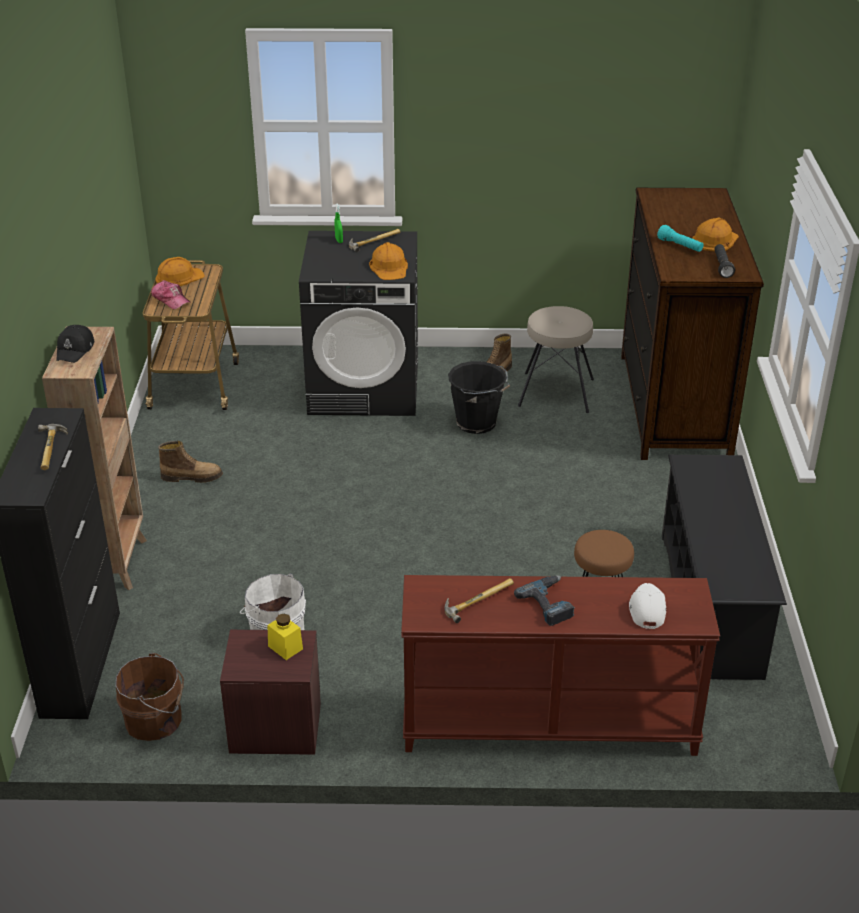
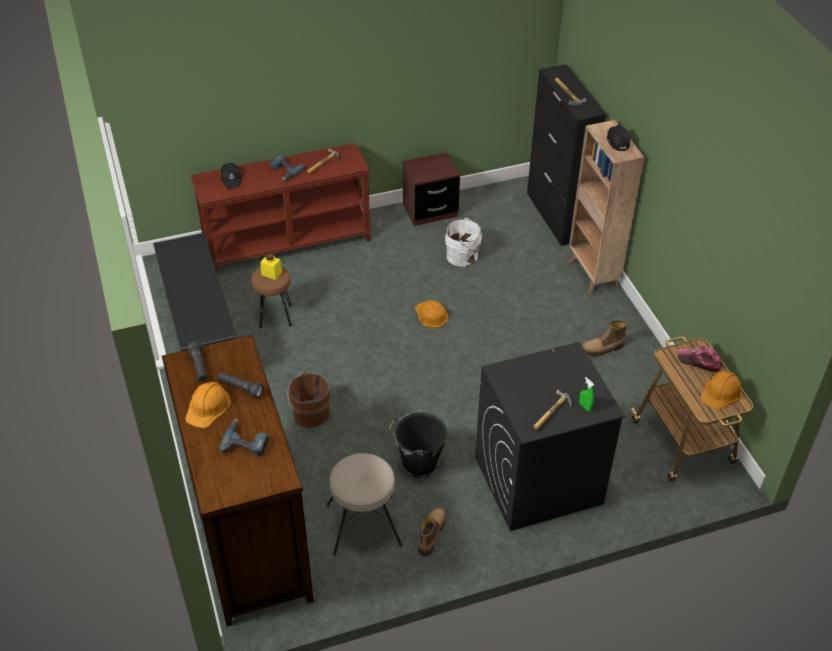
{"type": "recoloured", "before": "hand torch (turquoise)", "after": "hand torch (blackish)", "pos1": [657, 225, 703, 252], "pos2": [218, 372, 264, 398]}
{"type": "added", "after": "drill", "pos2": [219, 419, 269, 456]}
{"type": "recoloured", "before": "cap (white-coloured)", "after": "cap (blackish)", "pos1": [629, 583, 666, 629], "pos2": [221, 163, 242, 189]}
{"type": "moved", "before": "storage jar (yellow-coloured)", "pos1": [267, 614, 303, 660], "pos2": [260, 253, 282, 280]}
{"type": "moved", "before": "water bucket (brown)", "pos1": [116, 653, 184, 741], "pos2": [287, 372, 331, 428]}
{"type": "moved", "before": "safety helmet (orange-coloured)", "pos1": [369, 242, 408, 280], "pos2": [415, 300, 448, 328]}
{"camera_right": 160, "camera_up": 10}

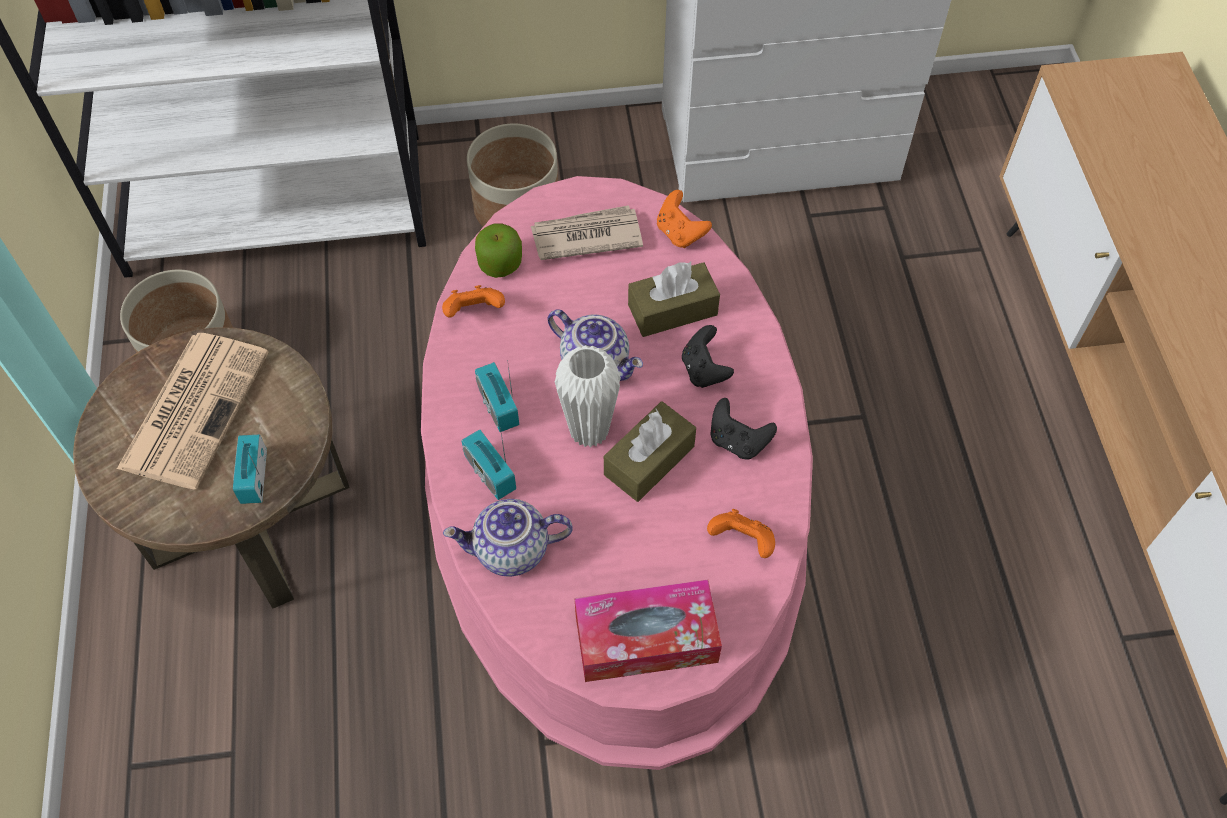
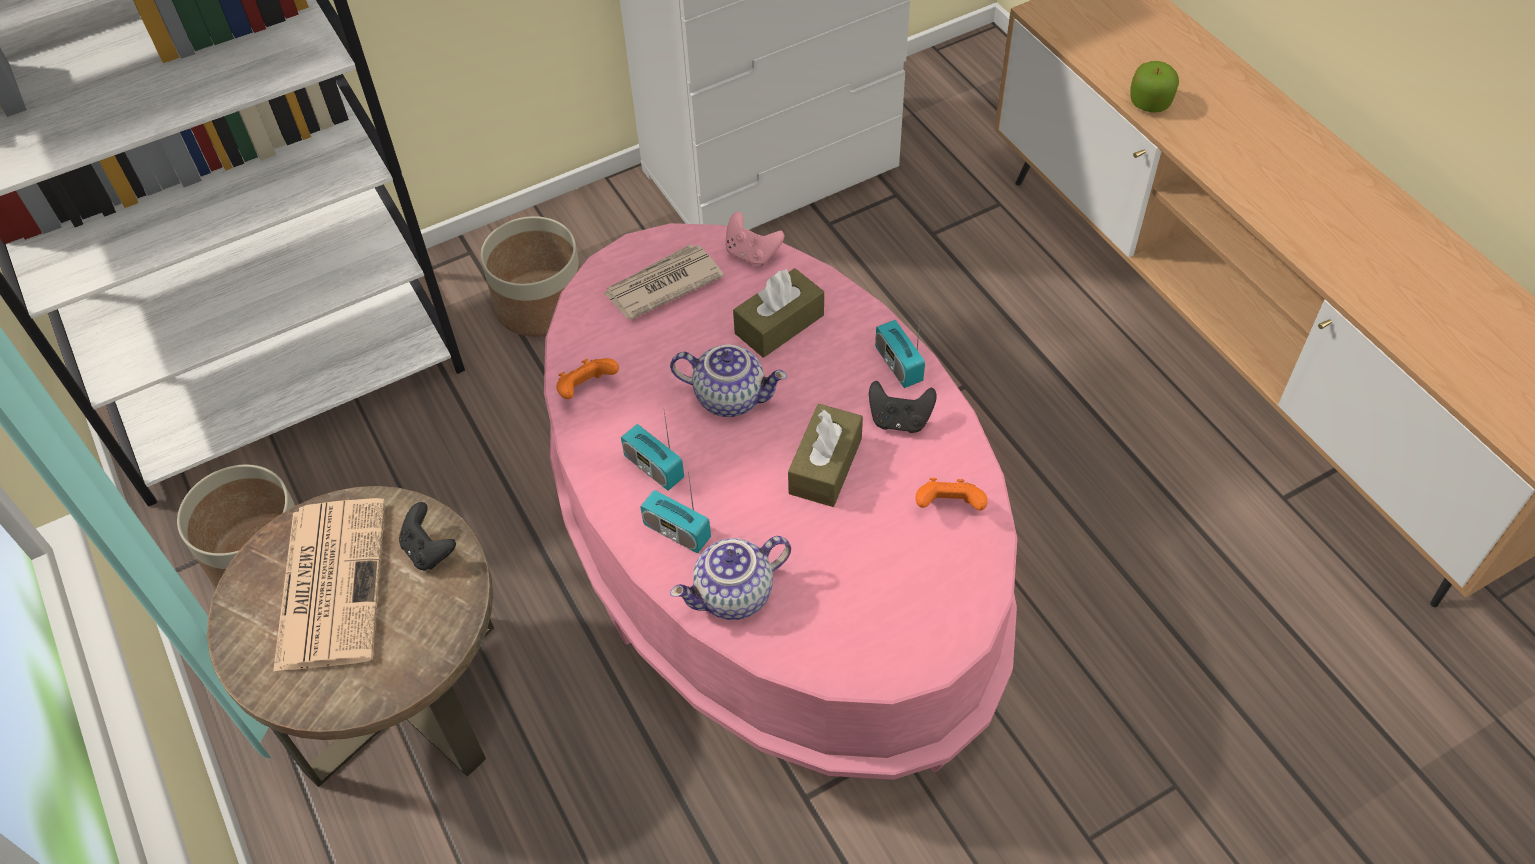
{"type": "moved", "before": "joypad (blackish)", "pos1": [682, 325, 734, 388], "pos2": [399, 502, 456, 570]}
{"type": "recoloured", "before": "joypad (orange-coloured)", "after": "joypad (pink)", "pos1": [657, 190, 712, 248], "pos2": [726, 212, 784, 266]}
{"type": "moved", "before": "radio set", "pos1": [233, 434, 267, 504], "pos2": [875, 311, 925, 388]}
{"type": "moved", "before": "apple fruit", "pos1": [475, 223, 522, 278], "pos2": [1131, 61, 1179, 113]}
{"type": "removed", "before": "vase (white-coloured)", "pos1": [555, 345, 621, 448]}
{"type": "removed", "before": "box of tissues", "pos1": [574, 580, 722, 682]}
{"camera_right": -20, "camera_up": -5}

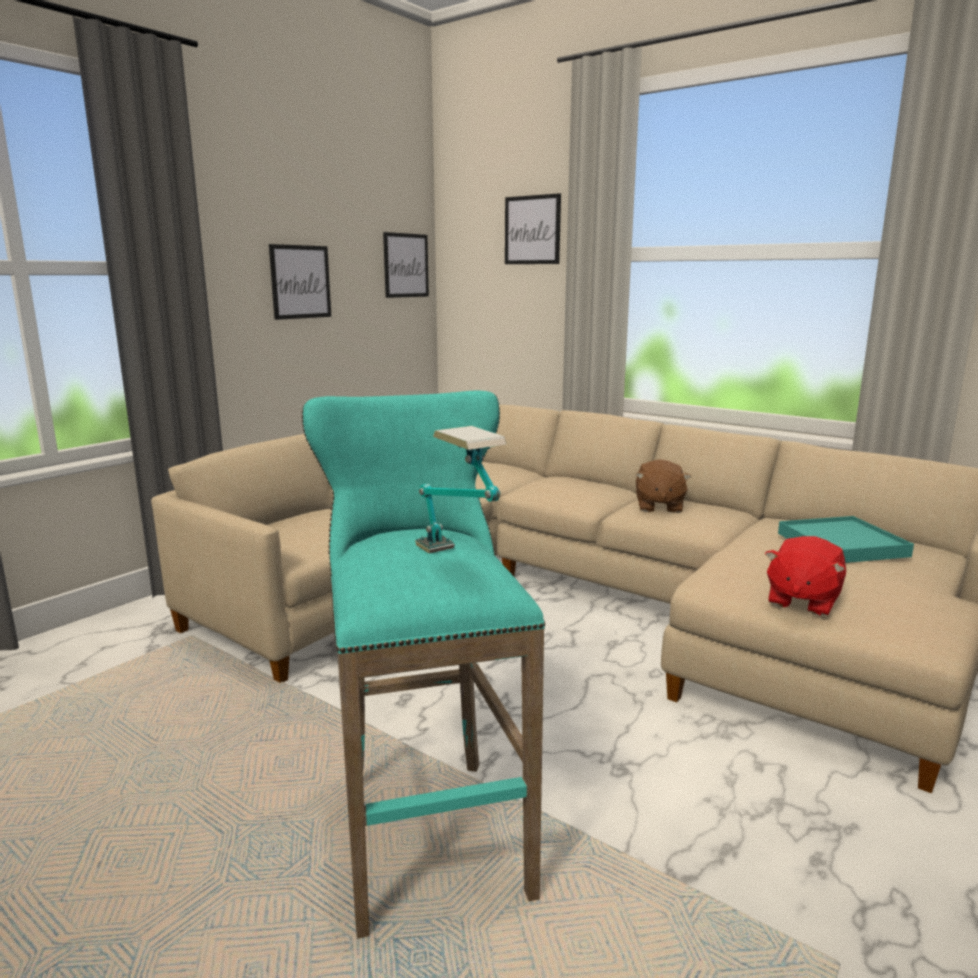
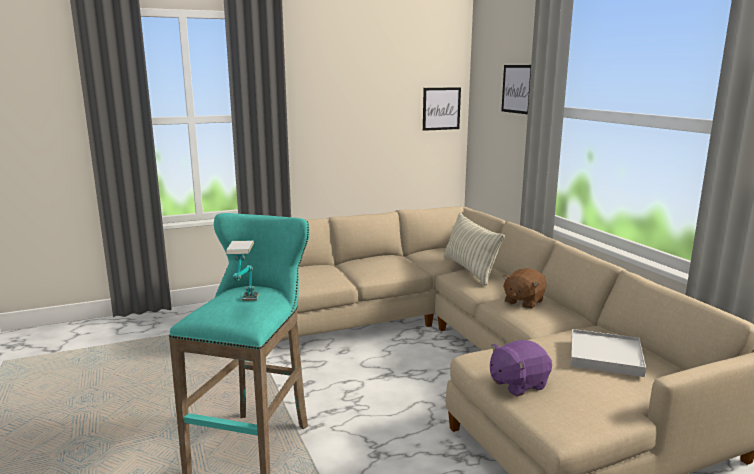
{"type": "added", "after": "throw pillow", "pos2": [443, 213, 505, 286]}
{"type": "recoloured", "before": "soft toy (red)", "after": "soft toy (purple)", "pos1": [765, 536, 846, 616], "pos2": [490, 340, 552, 397]}
{"type": "recoloured", "before": "tray (turquoise)", "after": "tray (white-coloured)", "pos1": [778, 516, 914, 563], "pos2": [571, 329, 646, 377]}
{"type": "removed", "before": "picture", "pos1": [269, 244, 331, 320]}
{"camera_right": 30, "camera_up": 0}

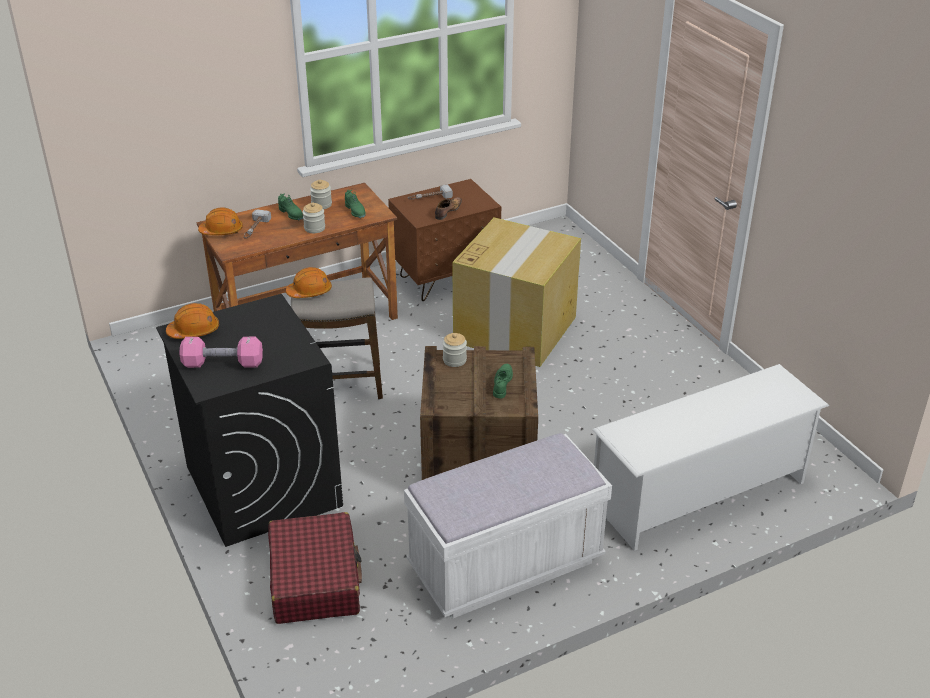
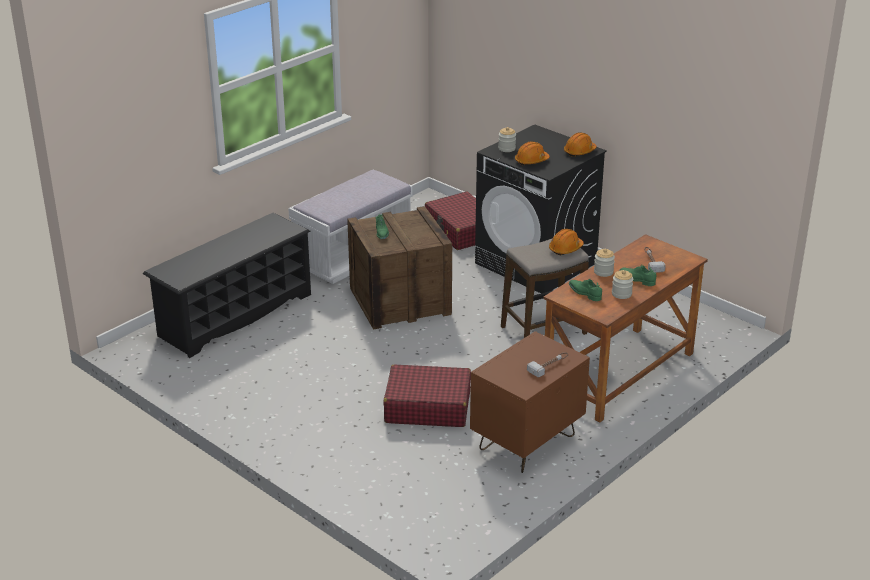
{"type": "recoloured", "before": "shoe stand (white-coloured)", "after": "shoe stand (blackish)", "pos1": [592, 364, 829, 551], "pos2": [143, 213, 311, 358]}
{"type": "replaced", "before": "cardboard box", "after": "travel case (red)", "pos1": [452, 218, 581, 367], "pos2": [384, 365, 471, 427]}
{"type": "moved", "before": "storage jar", "pos1": [443, 333, 467, 367], "pos2": [498, 127, 516, 152]}
{"type": "moved", "before": "safety helmet (orange-coloured)", "pos1": [198, 207, 243, 235], "pos2": [515, 141, 550, 166]}
{"type": "removed", "before": "dumbbell (pink)", "pos1": [179, 337, 263, 368]}
{"type": "removed", "before": "shoe", "pos1": [435, 197, 462, 220]}
{"camera_right": 160, "camera_up": -5}

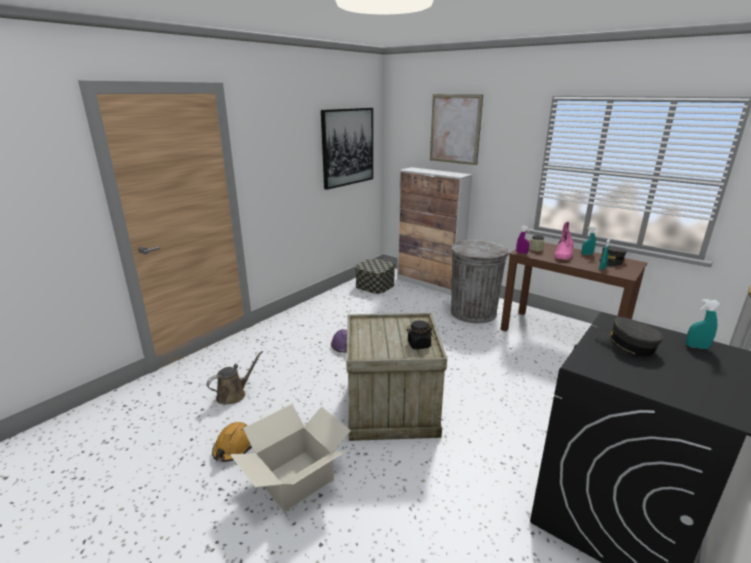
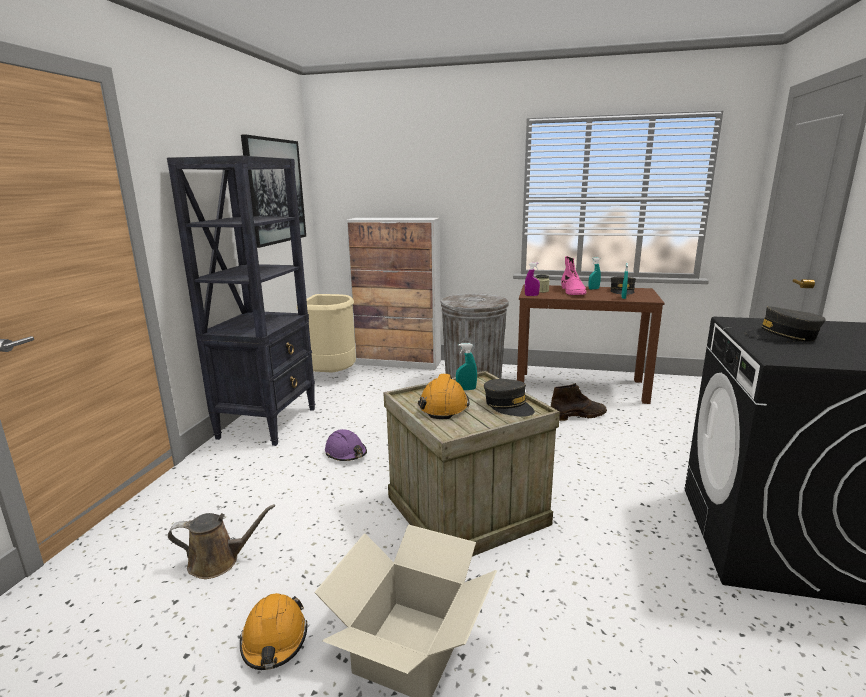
{"type": "added", "after": "bookshelf (blackish)", "pos2": [167, 156, 315, 446]}
{"type": "turned", "before": "sprinkling can (brown)", "pos1": [206, 351, 263, 405], "pos2": [168, 504, 275, 579], "turn": 60}
{"type": "replaced", "before": "storage container", "after": "trash can (beige)", "pos1": [355, 259, 395, 294], "pos2": [297, 294, 356, 372]}
{"type": "added", "after": "safety helmet (orange-coloured)", "pos2": [418, 374, 469, 419]}
{"type": "moved", "before": "spray bottle (turquoise)", "pos1": [686, 299, 720, 349], "pos2": [456, 343, 477, 391]}
{"type": "replaced", "before": "storage jar (blackish)", "after": "cap (greyish)", "pos1": [406, 320, 433, 349], "pos2": [484, 379, 535, 417]}
{"type": "added", "after": "boot (brown)", "pos2": [551, 383, 607, 421]}
{"type": "removed", "before": "picture", "pos1": [430, 94, 483, 165]}
{"camera_right": -25, "camera_up": -5}

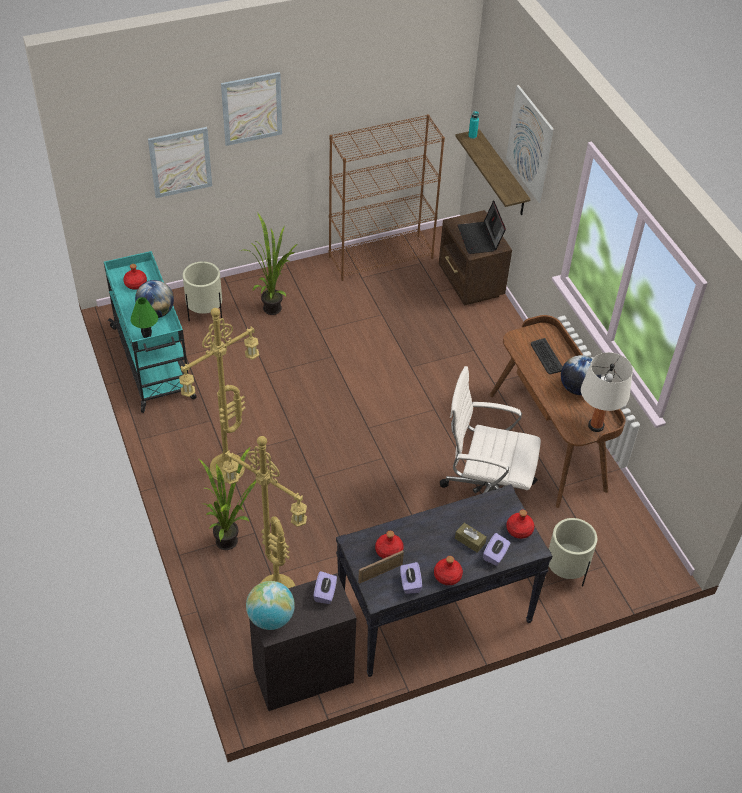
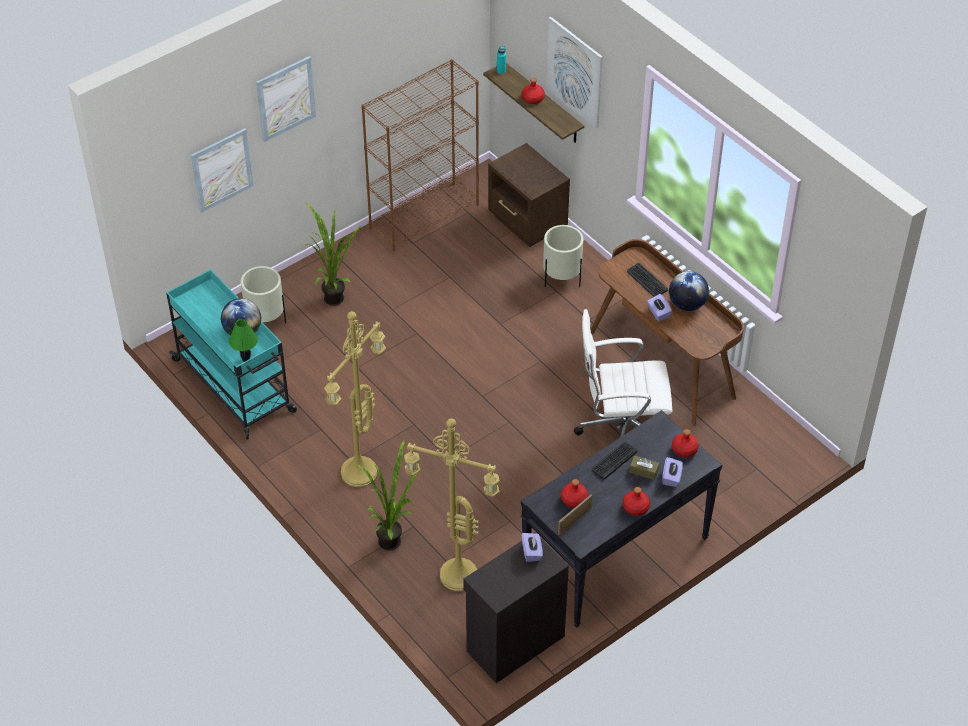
{"type": "moved", "before": "bottle (red)", "pos1": [123, 264, 147, 290], "pos2": [522, 78, 545, 104]}
{"type": "moved", "before": "flower pot (beige)", "pos1": [548, 518, 597, 587], "pos2": [543, 225, 583, 288]}
{"type": "added", "after": "PC keyboard", "pos2": [592, 442, 638, 479]}
{"type": "moved", "before": "box of tissues (purple)", "pos1": [400, 562, 422, 594], "pos2": [647, 294, 672, 321]}
{"type": "removed", "before": "globe", "pos1": [246, 581, 295, 630]}
{"type": "removed", "before": "laptop", "pos1": [457, 200, 506, 254]}
{"type": "removed", "before": "tabletop lamp (white-coloured)", "pos1": [581, 352, 633, 432]}
{"camera_right": -15, "camera_up": 0}

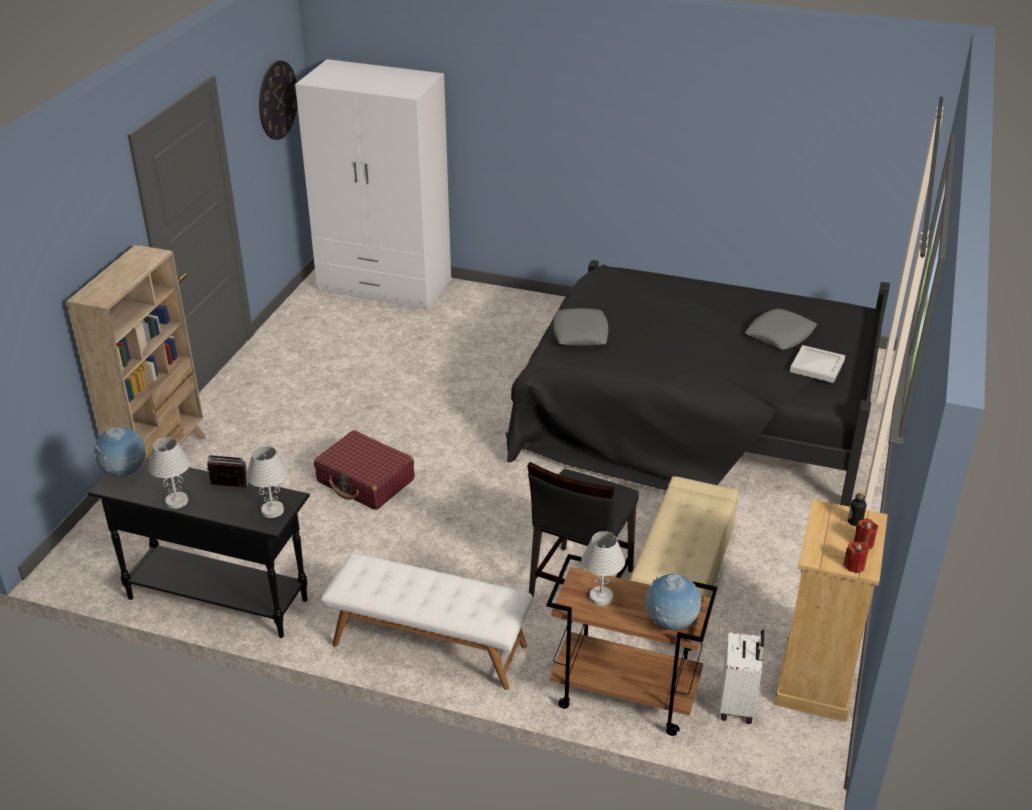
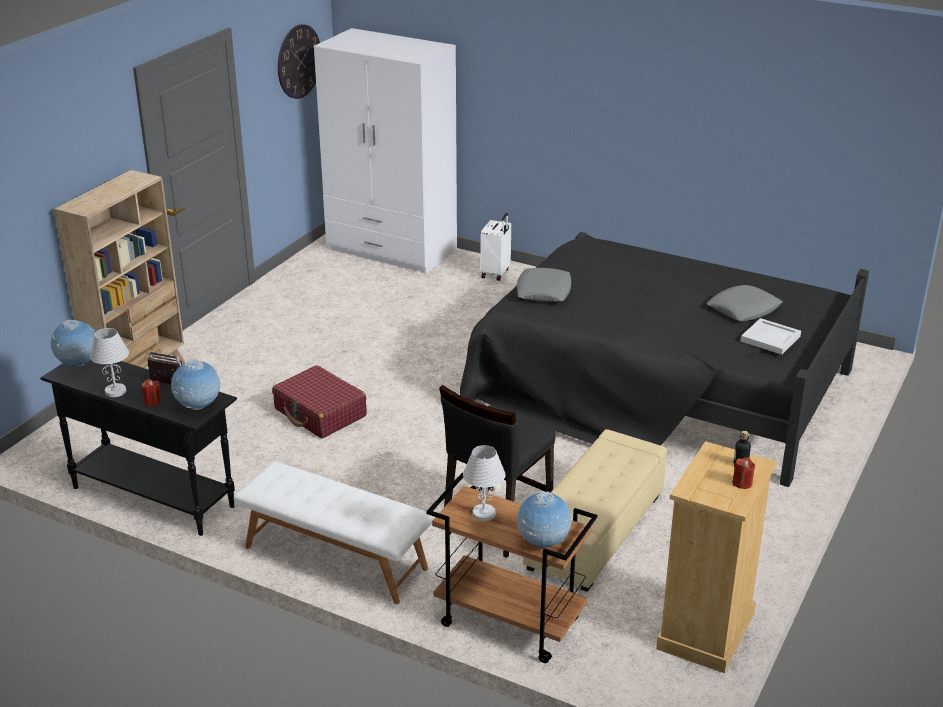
{"type": "moved", "before": "wax light (red)", "pos1": [843, 541, 869, 573], "pos2": [142, 380, 161, 406]}
{"type": "replaced", "before": "tabletop lamp (white-coloured)", "after": "globe", "pos1": [246, 446, 288, 518], "pos2": [171, 359, 220, 410]}
{"type": "moved", "before": "travel case (white-coloured)", "pos1": [720, 630, 764, 724], "pos2": [480, 213, 511, 281]}
{"camera_right": 10, "camera_up": -5}

